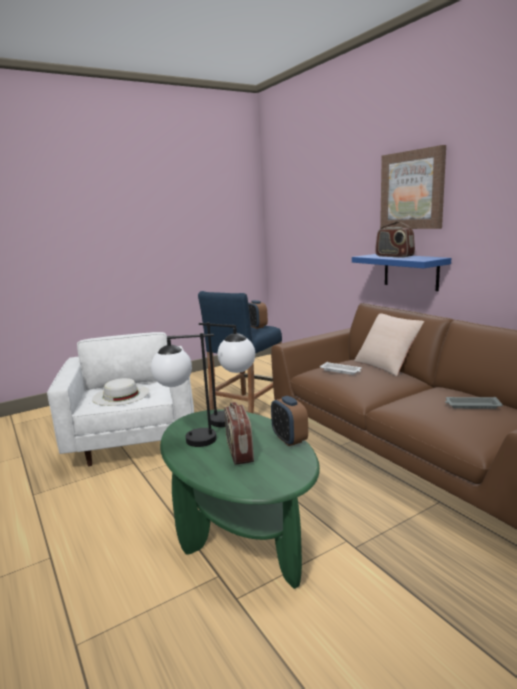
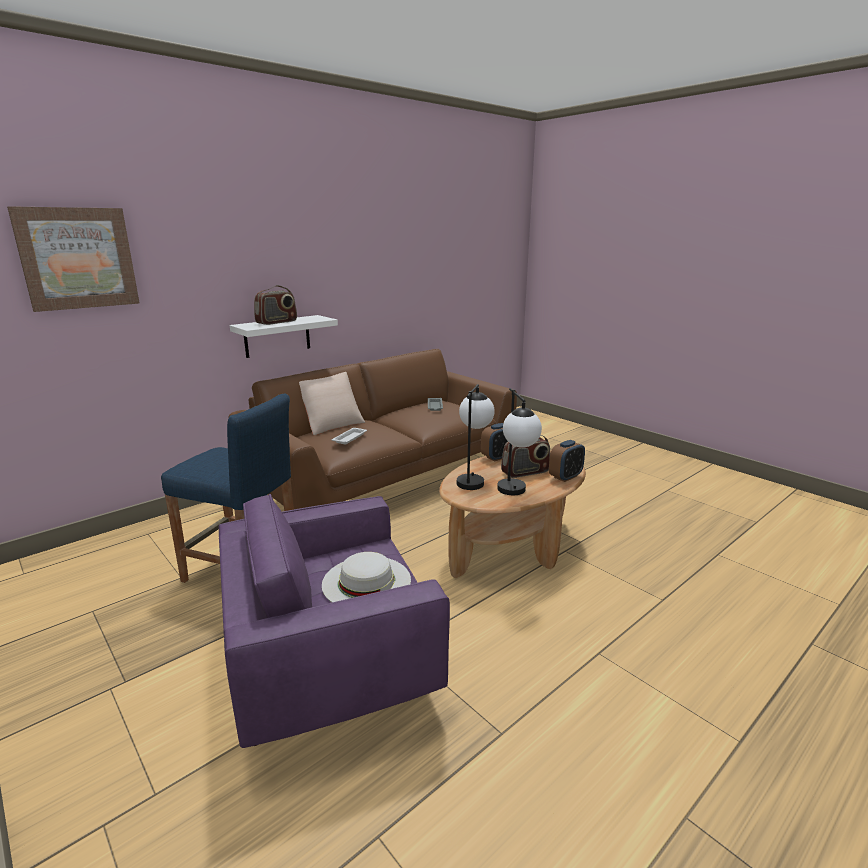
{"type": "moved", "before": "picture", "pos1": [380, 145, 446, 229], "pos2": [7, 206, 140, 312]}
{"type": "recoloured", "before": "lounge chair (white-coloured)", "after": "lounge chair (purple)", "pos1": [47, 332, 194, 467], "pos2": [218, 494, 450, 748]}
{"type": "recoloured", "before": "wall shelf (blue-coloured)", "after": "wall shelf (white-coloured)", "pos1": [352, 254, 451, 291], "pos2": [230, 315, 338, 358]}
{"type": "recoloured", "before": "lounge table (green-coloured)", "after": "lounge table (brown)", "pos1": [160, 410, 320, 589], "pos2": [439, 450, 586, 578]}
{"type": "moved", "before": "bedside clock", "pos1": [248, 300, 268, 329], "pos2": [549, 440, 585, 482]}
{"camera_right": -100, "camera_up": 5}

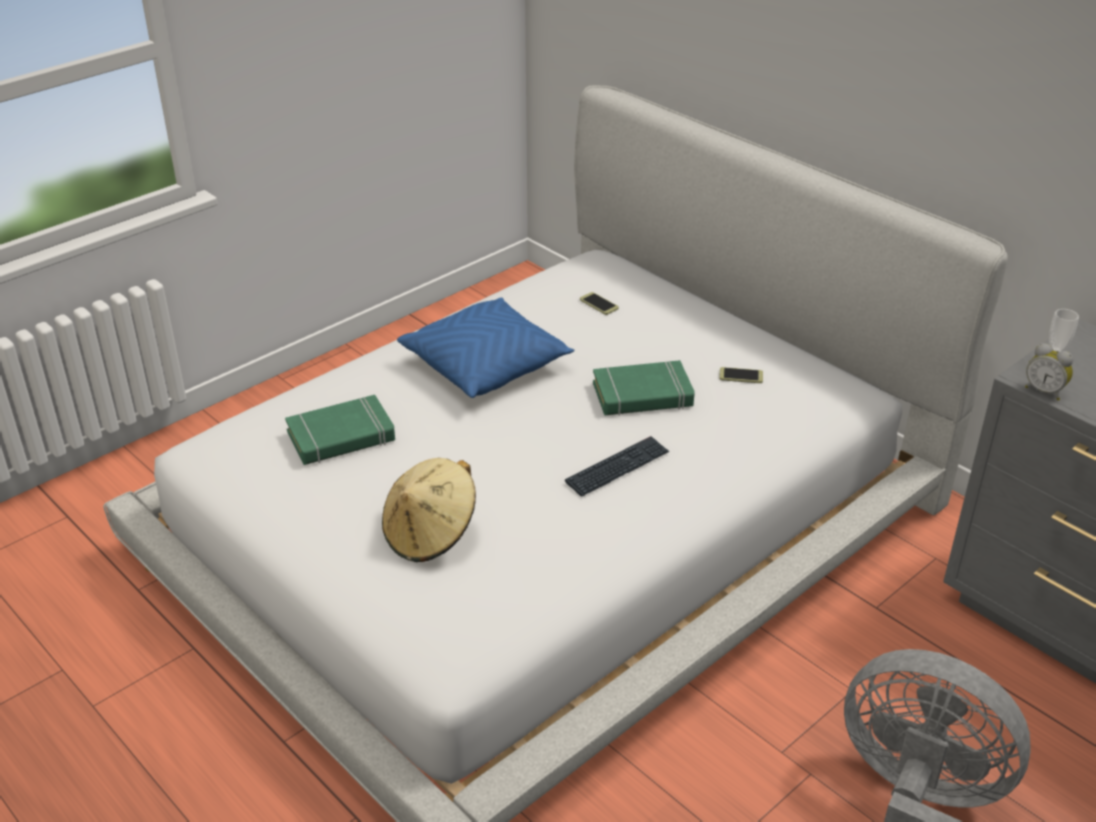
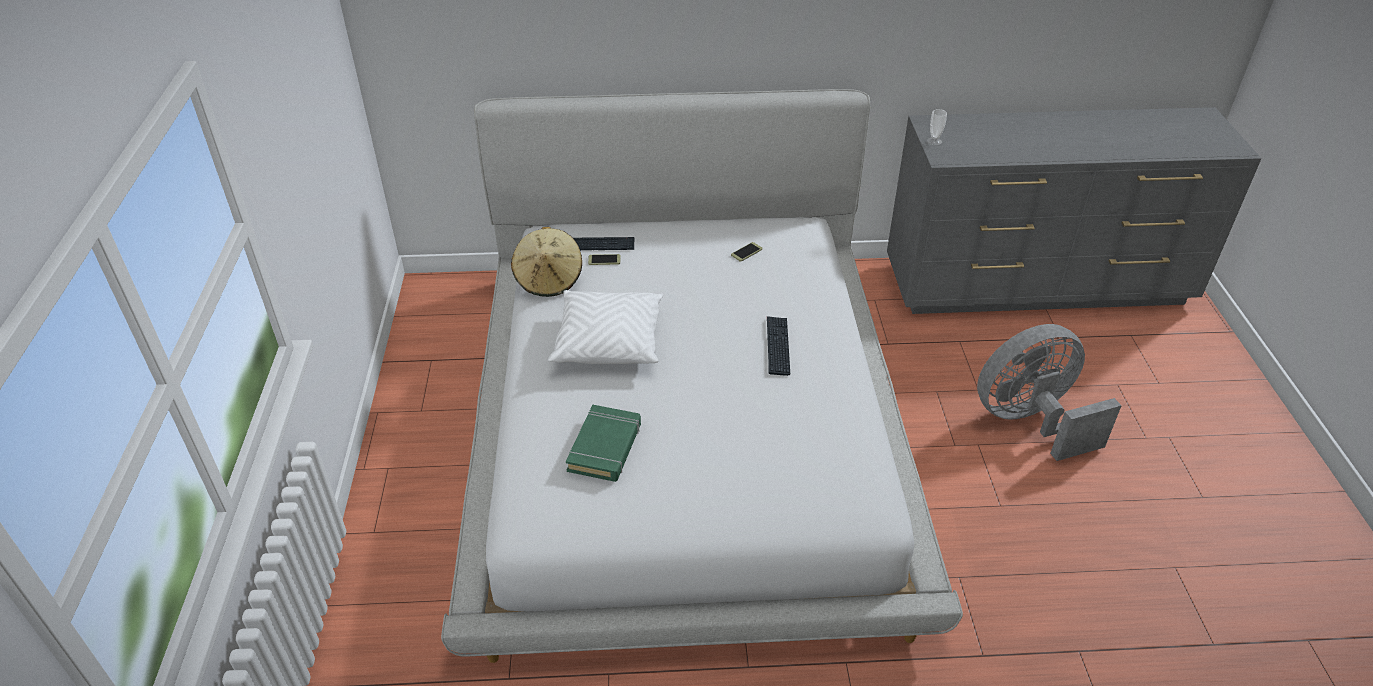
{"type": "moved", "before": "wearable hat (beige)", "pos1": [382, 458, 476, 562], "pos2": [511, 227, 582, 297]}
{"type": "recoloured", "before": "throw pillow (blue-coloured)", "after": "throw pillow (white-coloured)", "pos1": [397, 298, 574, 398], "pos2": [548, 290, 663, 364]}
{"type": "added", "after": "PC keyboard", "pos2": [573, 237, 634, 250]}
{"type": "removed", "before": "volume (green-coloured)", "pos1": [593, 360, 695, 416]}
{"type": "removed", "before": "bedside clock", "pos1": [1025, 343, 1073, 400]}
{"camera_right": -50, "camera_up": 5}

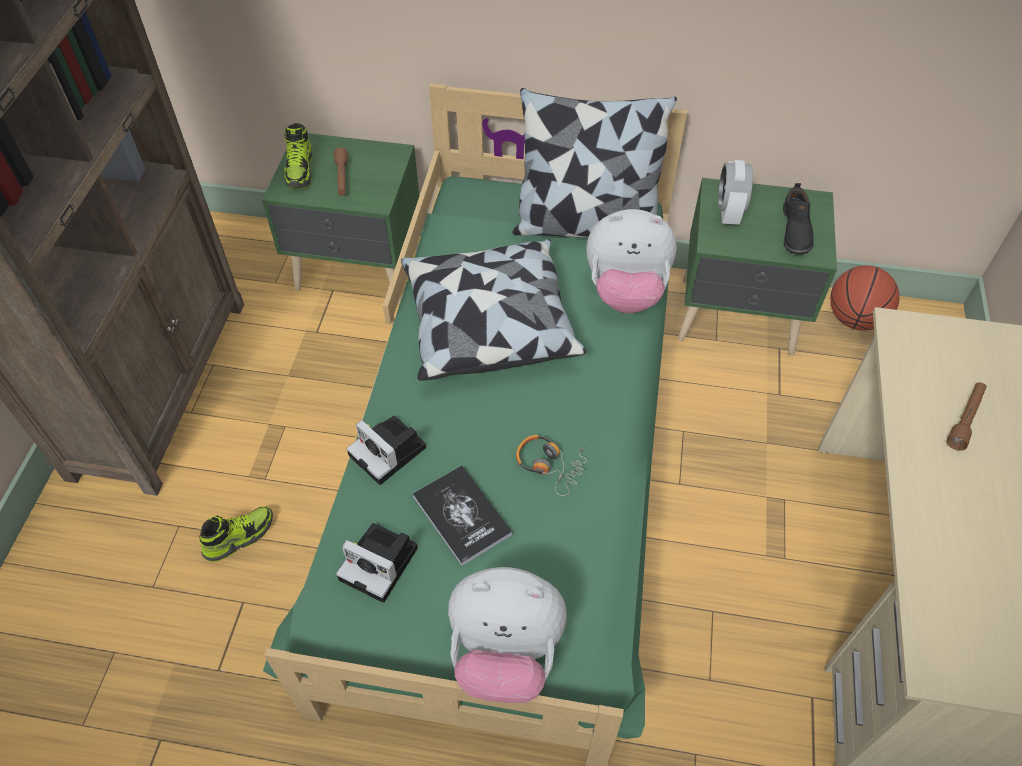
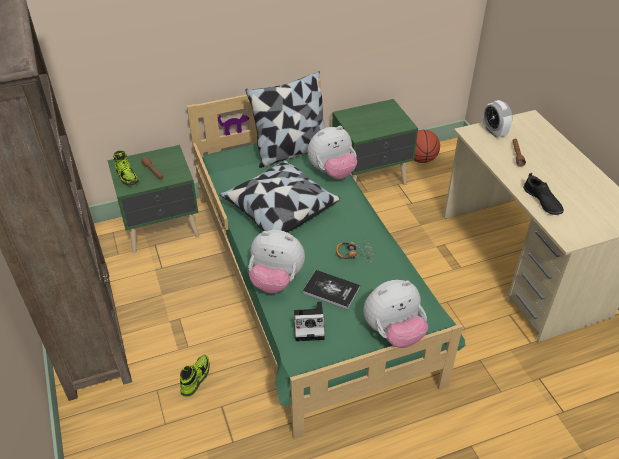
{"type": "replaced", "before": "photo camera", "after": "soft toy", "pos1": [347, 416, 426, 485], "pos2": [249, 230, 305, 294]}
{"type": "moved", "before": "bedside clock", "pos1": [718, 160, 753, 225], "pos2": [483, 100, 512, 138]}
{"type": "moved", "before": "shoe (blackish)", "pos1": [783, 183, 814, 254], "pos2": [523, 173, 564, 215]}
{"camera_right": -30, "camera_up": -10}

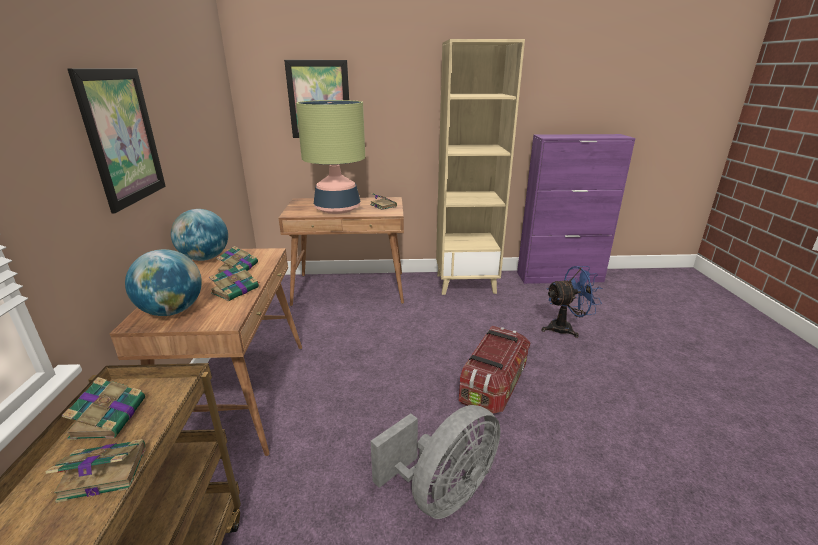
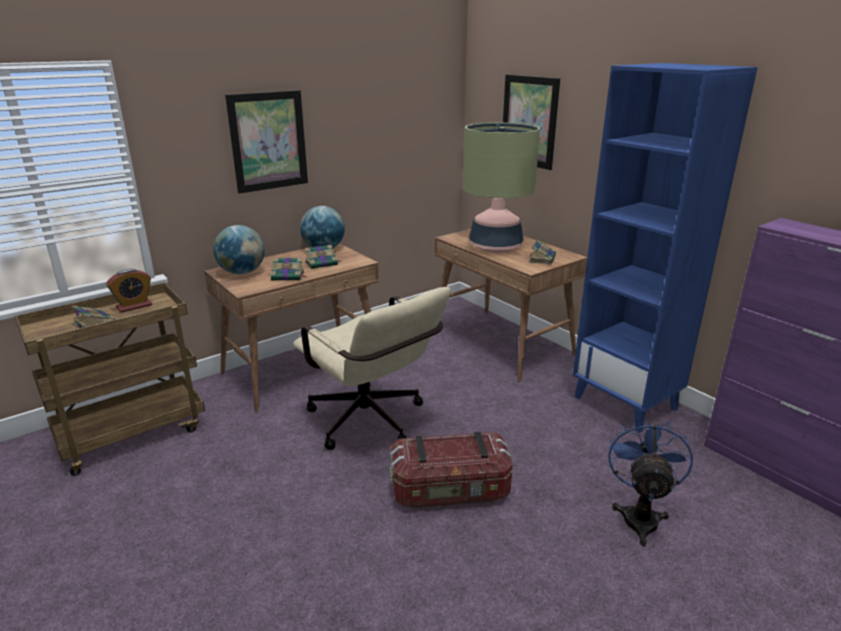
{"type": "replaced", "before": "volume", "after": "bedside clock", "pos1": [62, 377, 145, 440], "pos2": [106, 269, 152, 313]}
{"type": "added", "after": "office chair (beige)", "pos2": [293, 287, 451, 450]}
{"type": "recoloured", "before": "bookshelf (beige)", "after": "bookshelf (blue-coloured)", "pos1": [436, 39, 525, 295], "pos2": [573, 63, 758, 433]}
{"type": "turned", "before": "fan (blue-coloured)", "pos1": [542, 266, 603, 338], "pos2": [608, 417, 693, 546], "turn": -120}
{"type": "removed", "before": "fan (greyish)", "pos1": [371, 405, 500, 519]}
{"camera_right": 55, "camera_up": 0}

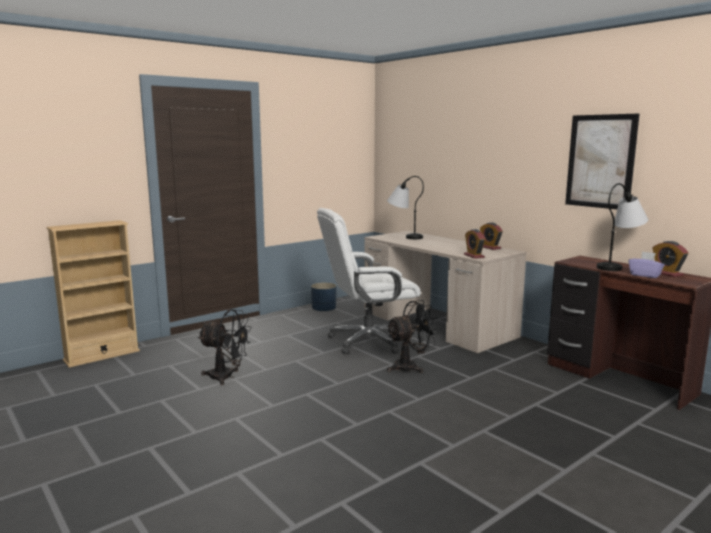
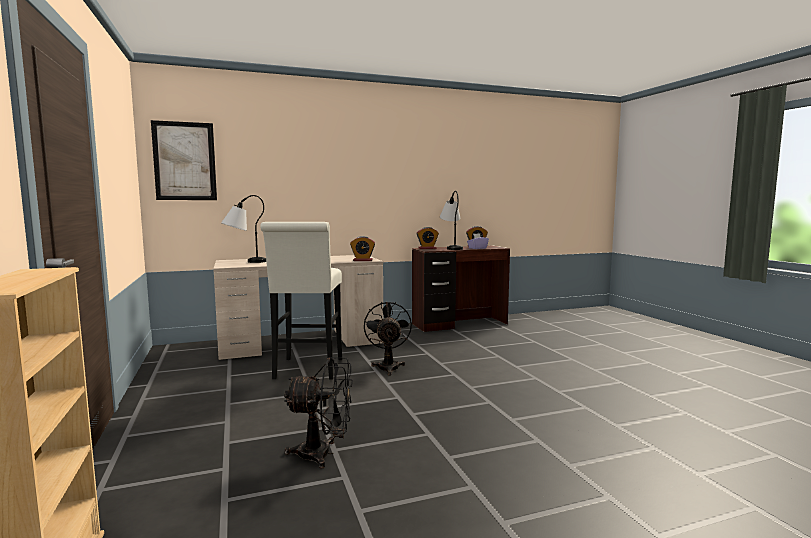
{"type": "moved", "before": "picture", "pos1": [565, 114, 640, 209], "pos2": [151, 120, 217, 200]}
{"type": "replaced", "before": "office chair (white-coloured)", "after": "stool (white-coloured)", "pos1": [317, 208, 421, 354], "pos2": [260, 222, 342, 380]}
{"type": "turned", "before": "fan (blackish)", "pos1": [197, 309, 251, 385], "pos2": [284, 357, 353, 469], "turn": 60}
{"type": "moved", "before": "bedside clock", "pos1": [480, 222, 503, 250], "pos2": [417, 227, 439, 249]}
{"type": "removed", "before": "flower pot (blue-coloured)", "pos1": [311, 283, 336, 311]}
{"camera_right": -70, "camera_up": -5}

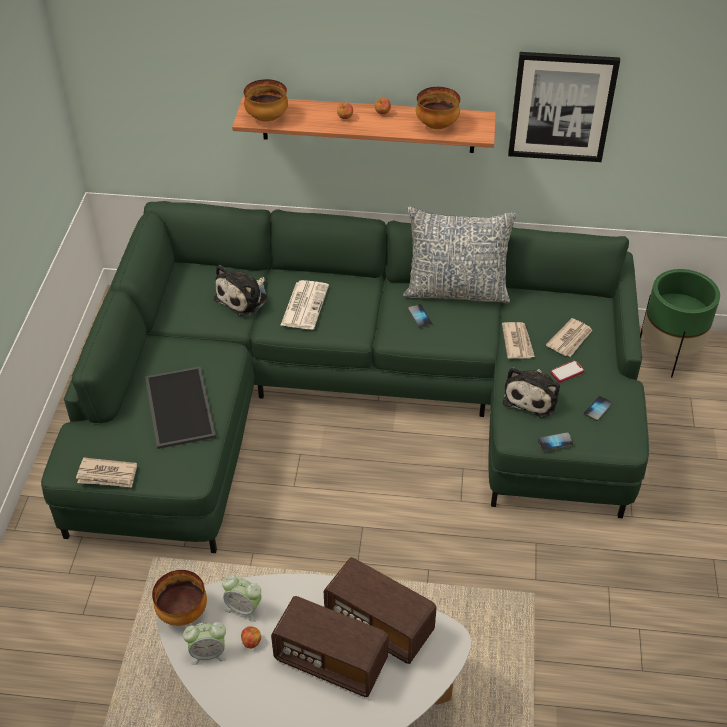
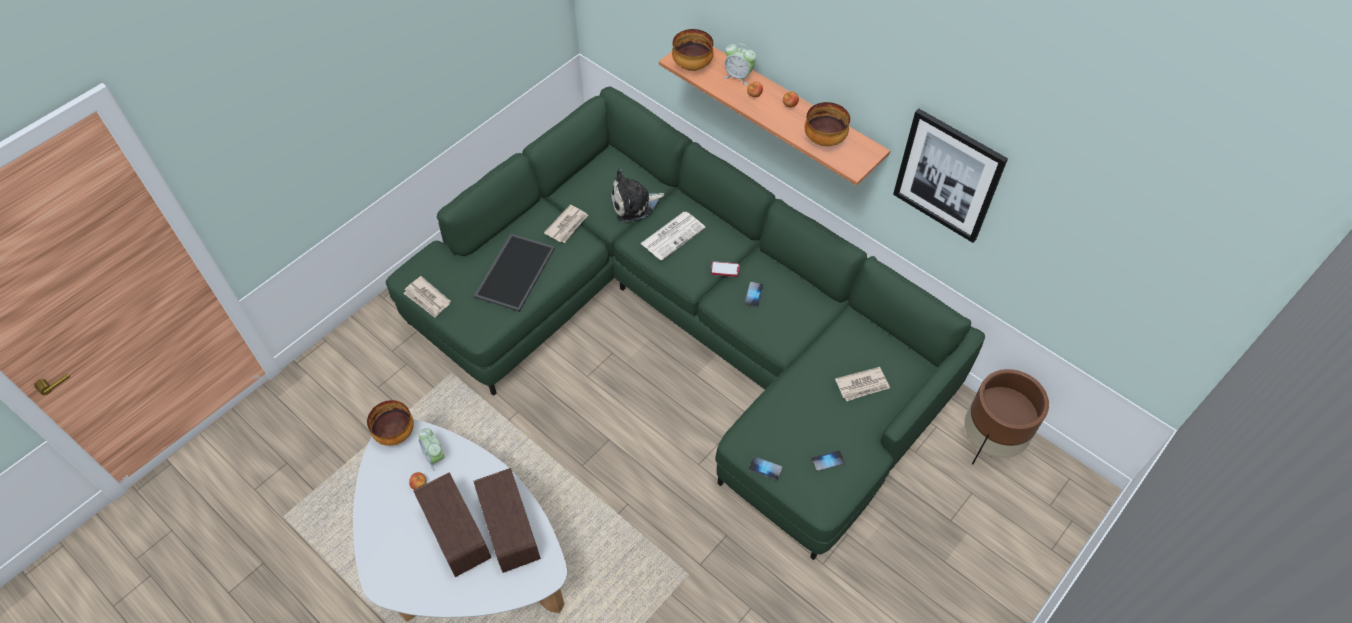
{"type": "moved", "before": "printed paper", "pos1": [502, 322, 535, 359], "pos2": [544, 205, 588, 243]}
{"type": "moved", "before": "telephone", "pos1": [550, 361, 584, 383], "pos2": [711, 261, 739, 277]}
{"type": "moved", "before": "bedside clock", "pos1": [183, 622, 227, 665], "pos2": [724, 43, 756, 85]}
{"type": "recoloured", "before": "flower pot (green-coloured)", "after": "flower pot (brown)", "pos1": [640, 269, 720, 377], "pos2": [965, 369, 1049, 465]}
{"type": "removed", "before": "throw pillow", "pos1": [403, 206, 517, 303]}
{"type": "removed", "before": "soft toy", "pos1": [503, 367, 560, 418]}
{"camera_right": 35, "camera_up": 10}

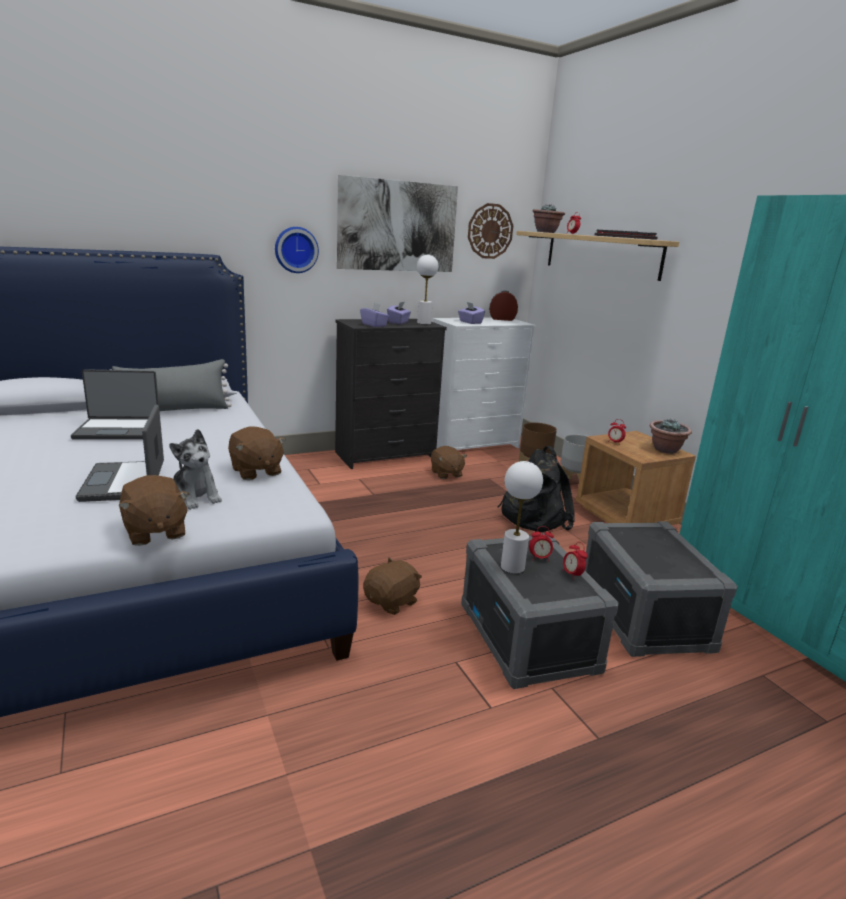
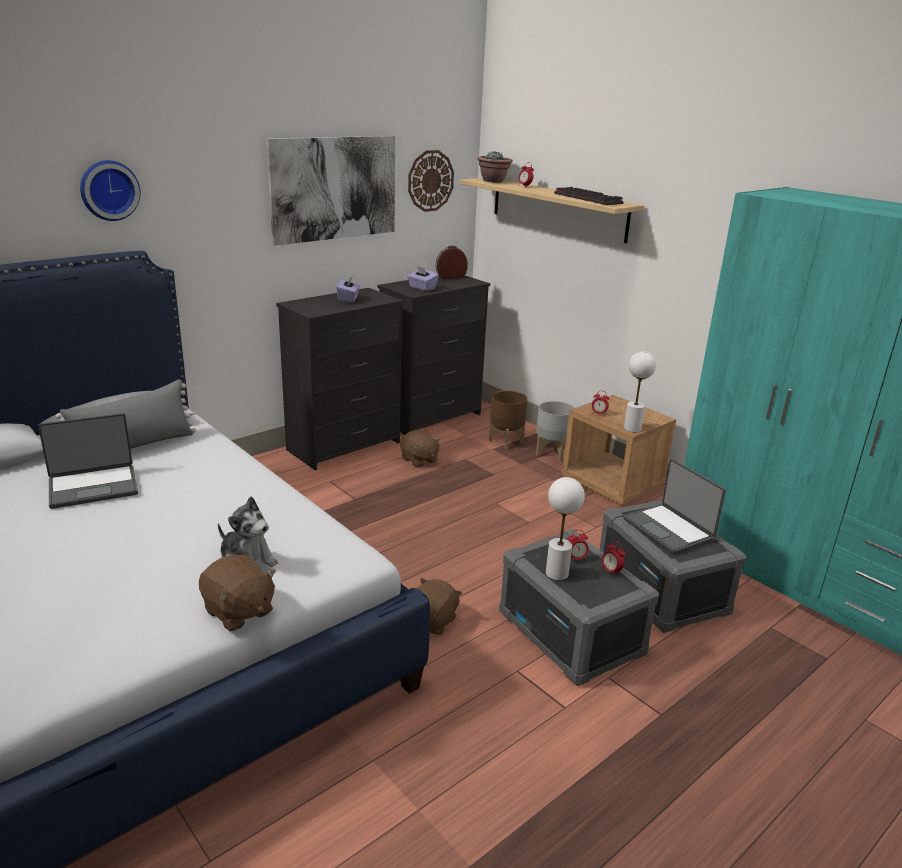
{"type": "moved", "before": "wall clock", "pos1": [275, 227, 319, 273], "pos2": [80, 160, 141, 221]}
{"type": "recoloured", "before": "drawer chest (white-coloured)", "after": "drawer chest (blackish)", "pos1": [432, 318, 536, 450], "pos2": [378, 275, 490, 435]}
{"type": "moved", "before": "laptop", "pos1": [75, 405, 164, 502], "pos2": [623, 459, 726, 554]}
{"type": "moved", "before": "tabletop lamp (white-coloured)", "pos1": [417, 255, 438, 325], "pos2": [624, 351, 656, 432]}
{"type": "removed", "before": "soft toy (brown)", "pos1": [228, 426, 286, 480]}
{"type": "removed", "before": "box of tissues (purple)", "pos1": [360, 303, 389, 327]}
{"type": "removed", "before": "knapsack (blackish)", "pos1": [497, 446, 575, 532]}
{"type": "removed", "before": "houseplant", "pos1": [650, 418, 692, 454]}
{"camera_right": -15, "camera_up": 5}

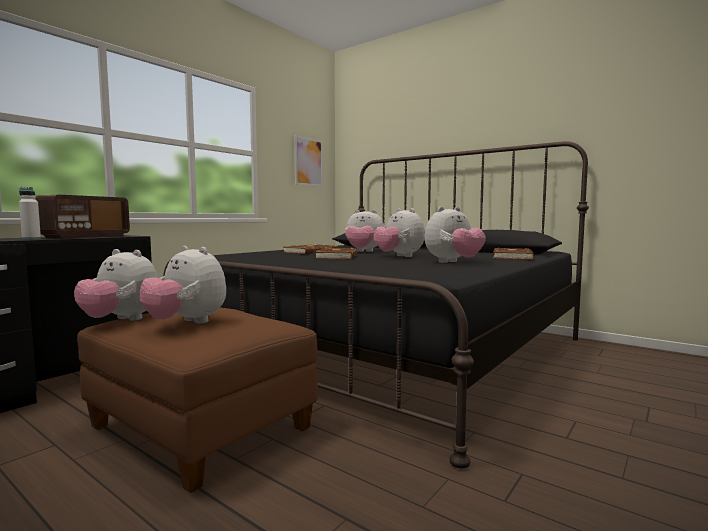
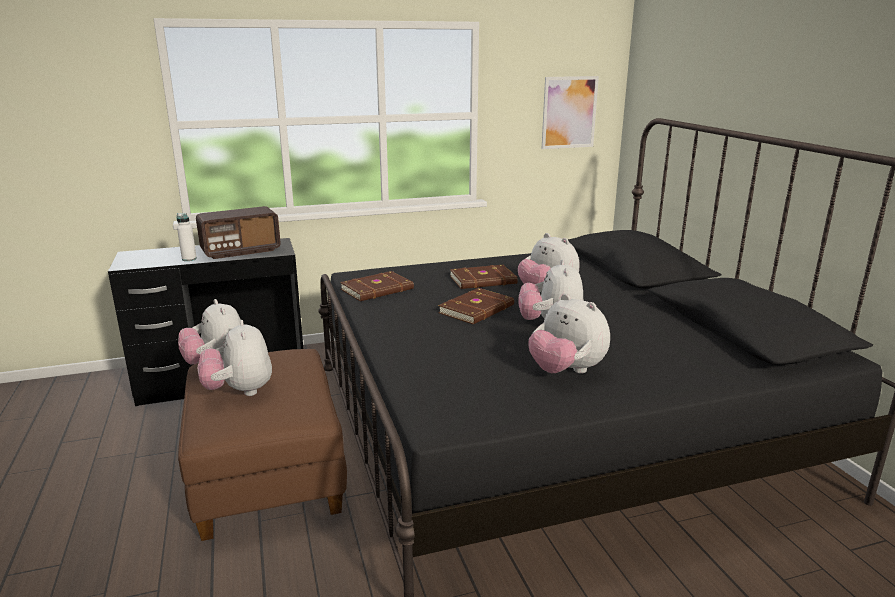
{"type": "moved", "before": "volume (brown)", "pos1": [493, 248, 534, 260], "pos2": [340, 271, 414, 301]}
{"type": "turned", "before": "soft toy", "pos1": [425, 207, 486, 263], "pos2": [529, 294, 610, 374], "turn": 45}
{"camera_right": 35, "camera_up": 15}

